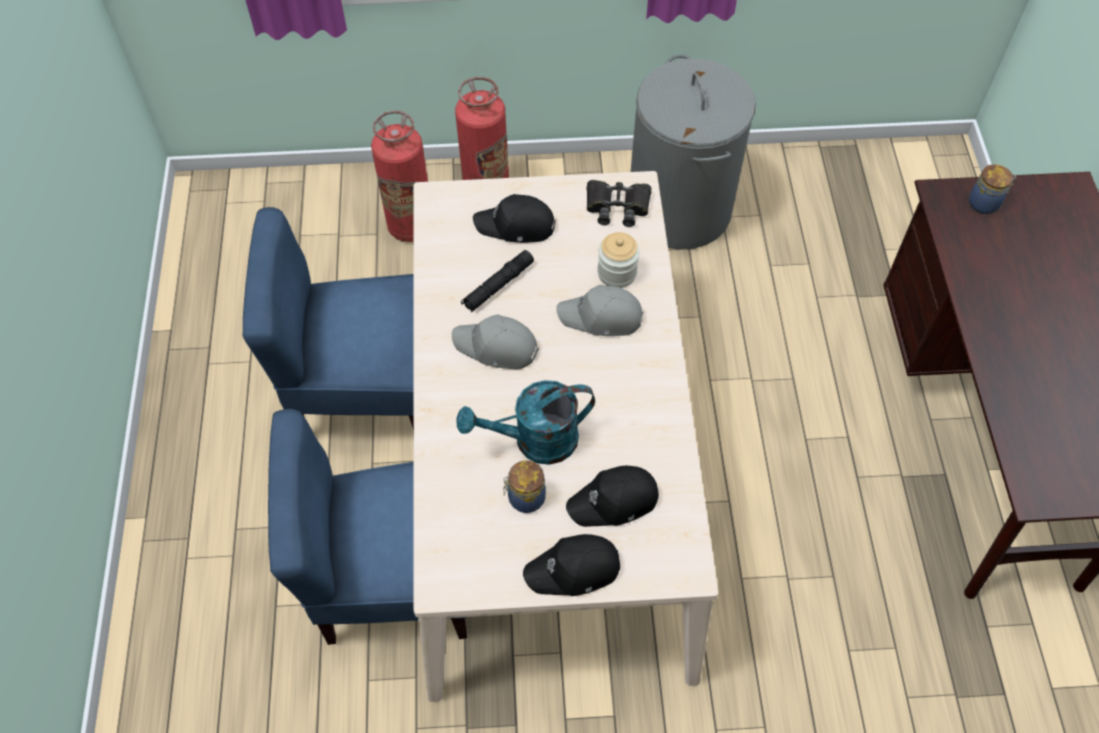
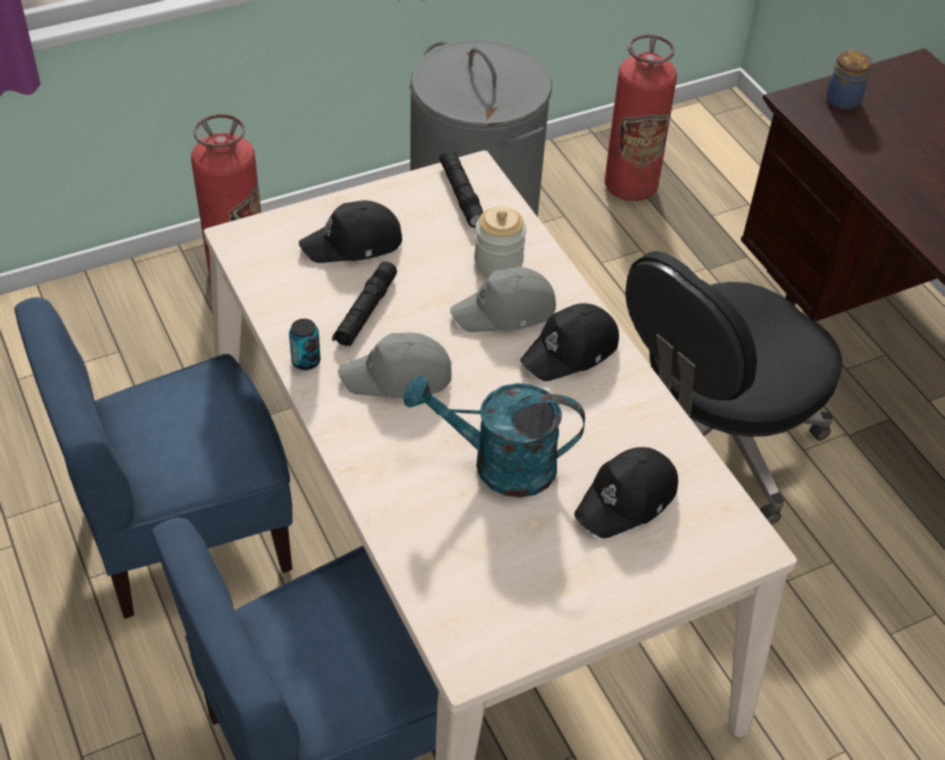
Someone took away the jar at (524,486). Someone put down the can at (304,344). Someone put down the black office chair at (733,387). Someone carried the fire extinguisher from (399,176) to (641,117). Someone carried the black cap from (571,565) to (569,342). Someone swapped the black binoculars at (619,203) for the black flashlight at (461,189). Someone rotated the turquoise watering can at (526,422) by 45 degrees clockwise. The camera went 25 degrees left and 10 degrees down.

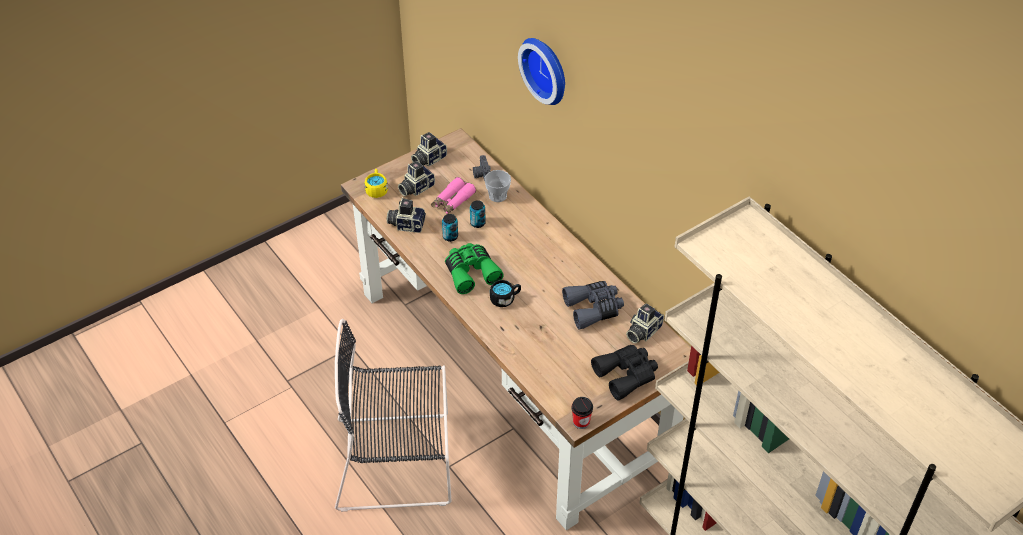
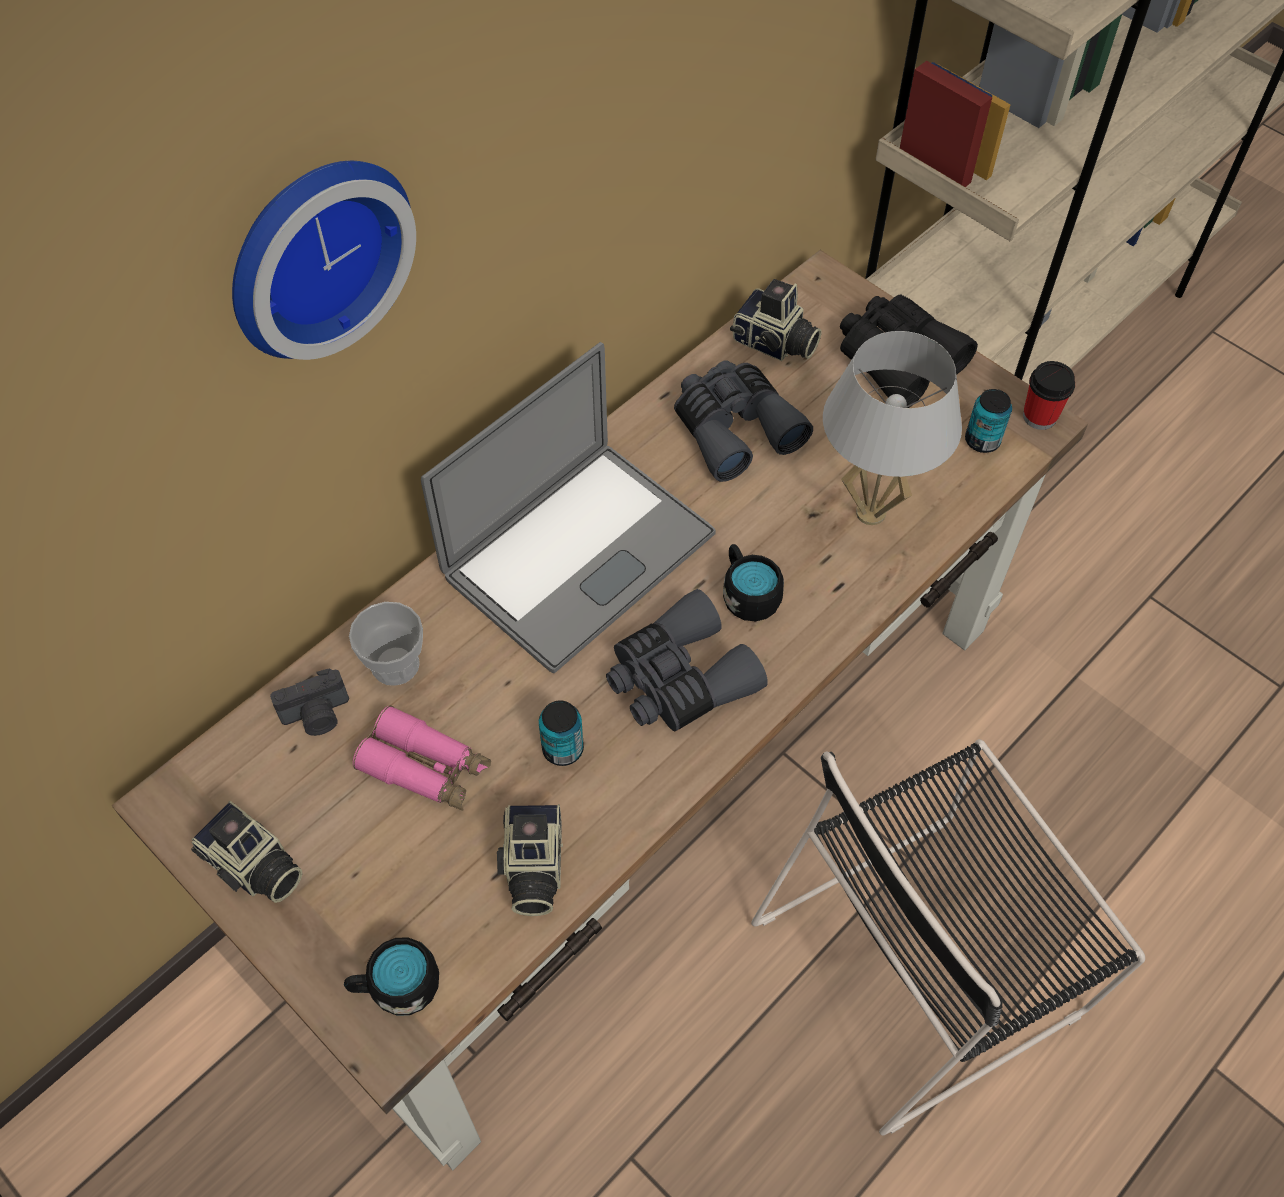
Someone took away the photo camera at (416,178). Someone put down the laptop at (568,507). Someone put down the white table lamp at (892,428). Someone carried the can from (478,214) to (988,421). Someone repainted the yellow mug at (376,183), which became the black mug at (391,976). Someone repainted the green binoculars at (474,268), which became the grey binoculars at (687,660). Someone rotated the black chair at (393,415) by 75 degrees clockwise. The camera went 100 degrees left and 10 degrees up.

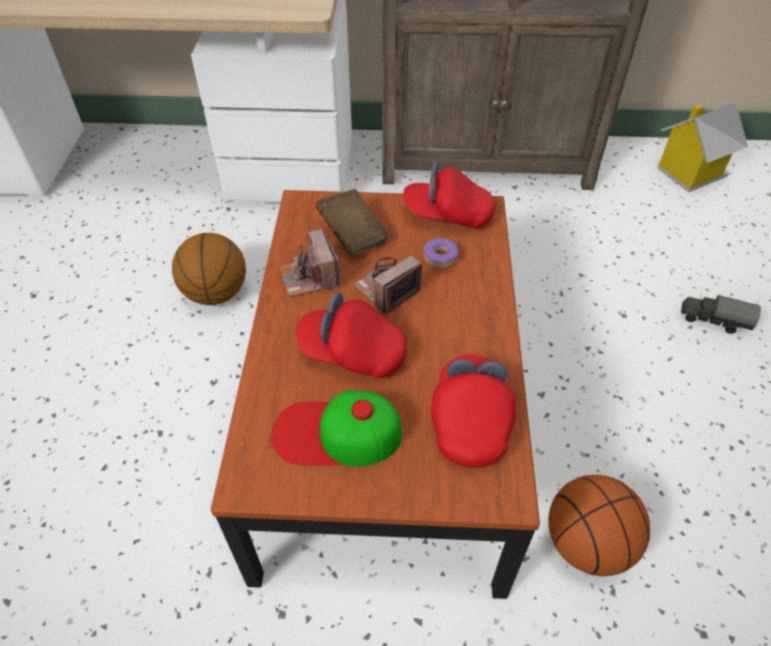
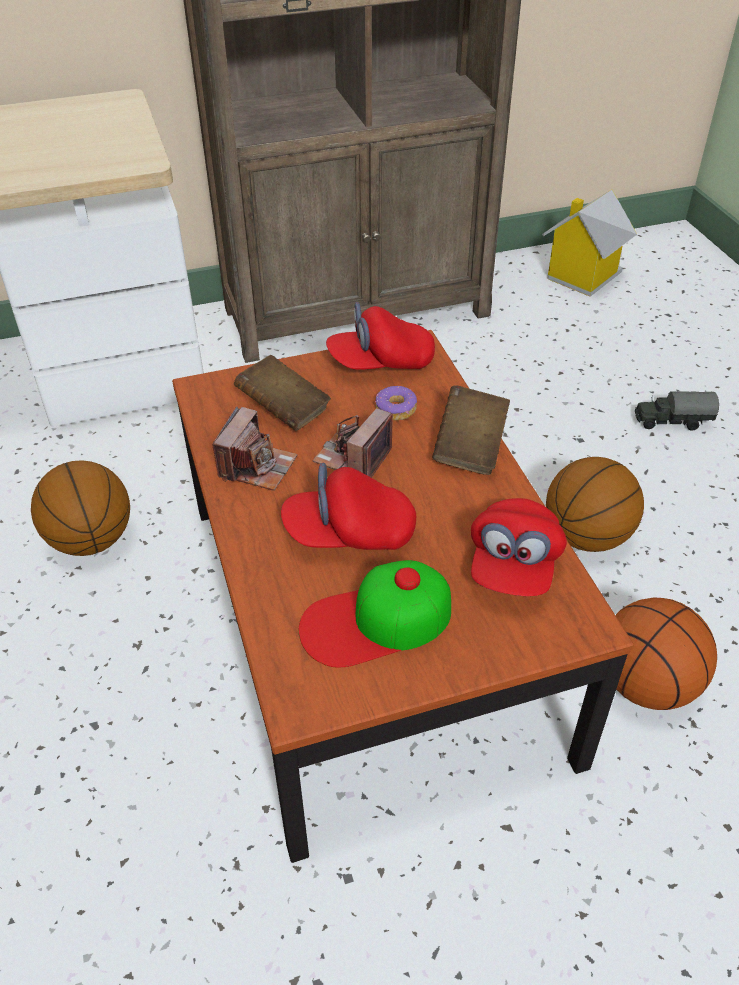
Someone put down the brown book at (471,430). Someone put down the basketball at (595,504). Someone rotated the photo camera at (310,263) by 120 degrees counterclockwise. Someone rotated the red cap at (474,411) by 150 degrees counterclockwise. The camera went 20 degrees left and 5 degrees down.

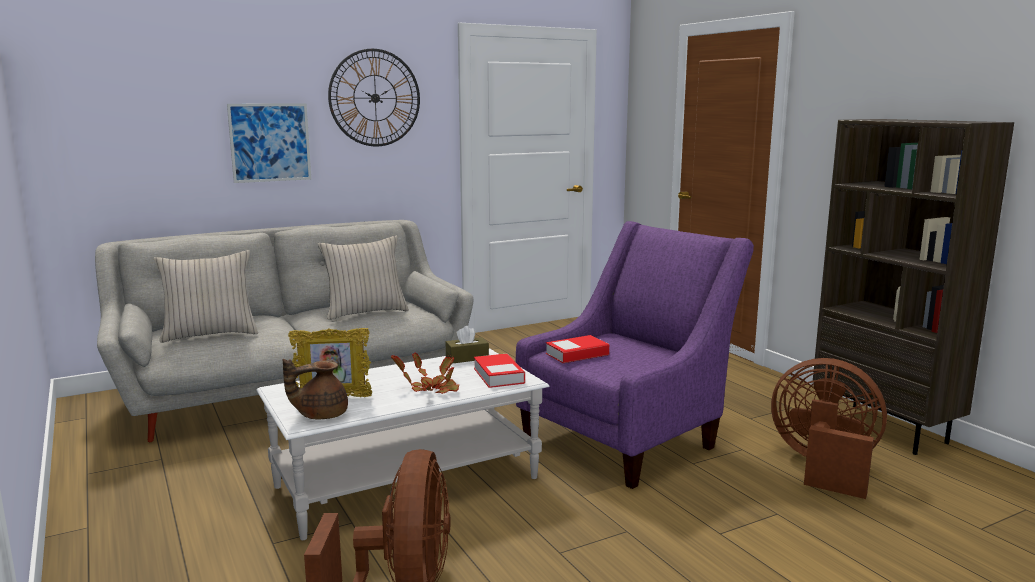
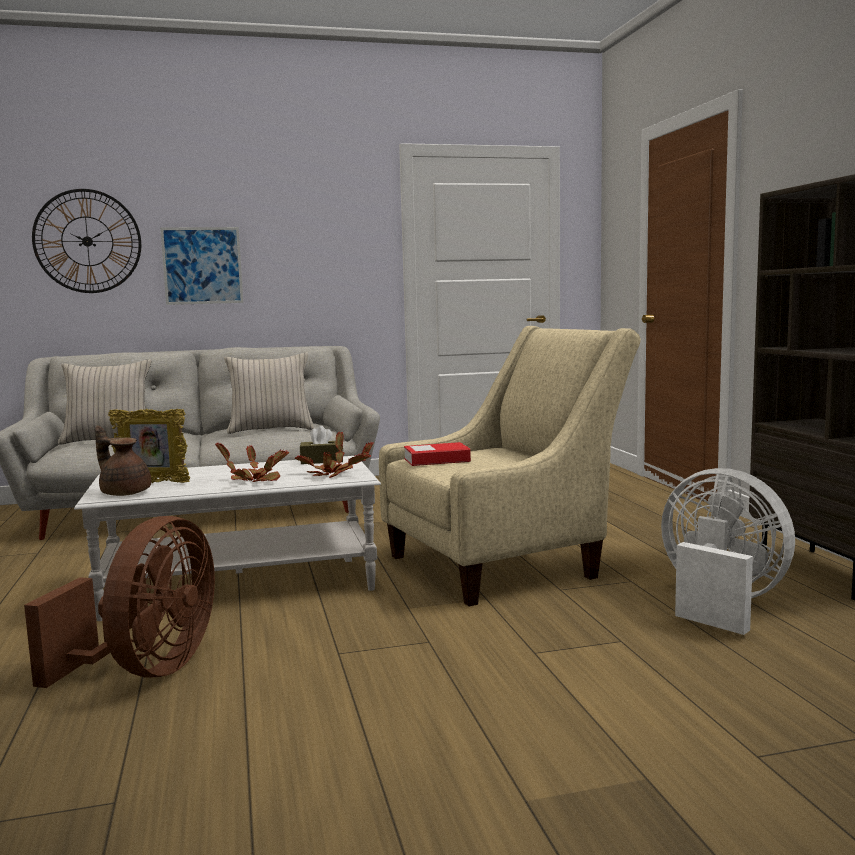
Someone carried the wall clock from (374,97) to (86,241). Someone swapped the book at (499,370) for the potted plant at (334,454). Someone repainted the purple armchair at (635,355), which became the beige armchair at (510,466). Someone repainted the brown fan at (829,428), which became the white fan at (728,551). Someone rotated the brown teapot at (315,389) by 45 degrees clockwise. The camera went 15 degrees right and 5 degrees down.

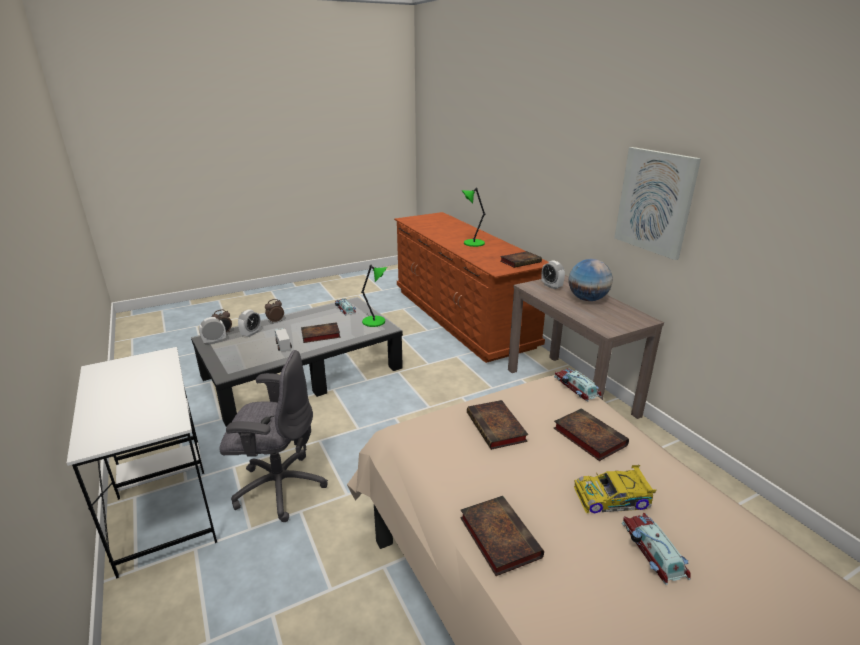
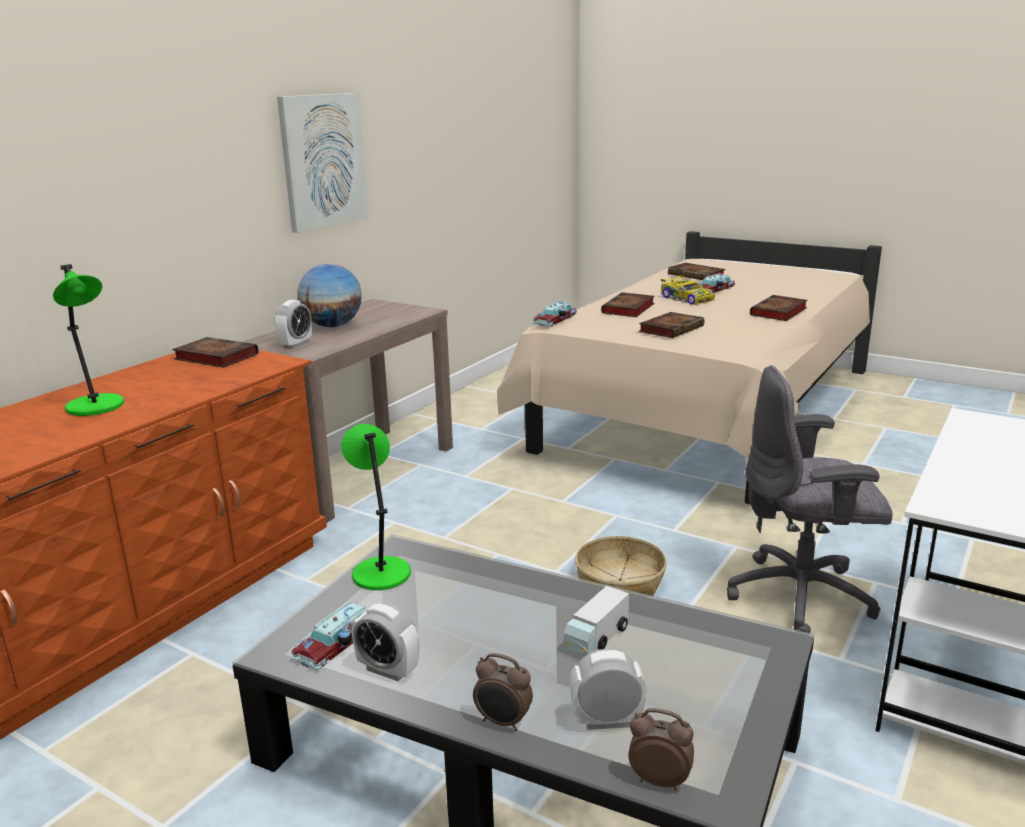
Someone put down the basket at (621,566). Someone carried the alarm clock from (212,331) to (385,642). Someone carried the book from (320,332) to (697,271). Someone rotated the grey office chair at (273,436) by 60 degrees counterclockwise. The camera went 120 degrees left and 5 degrees down.

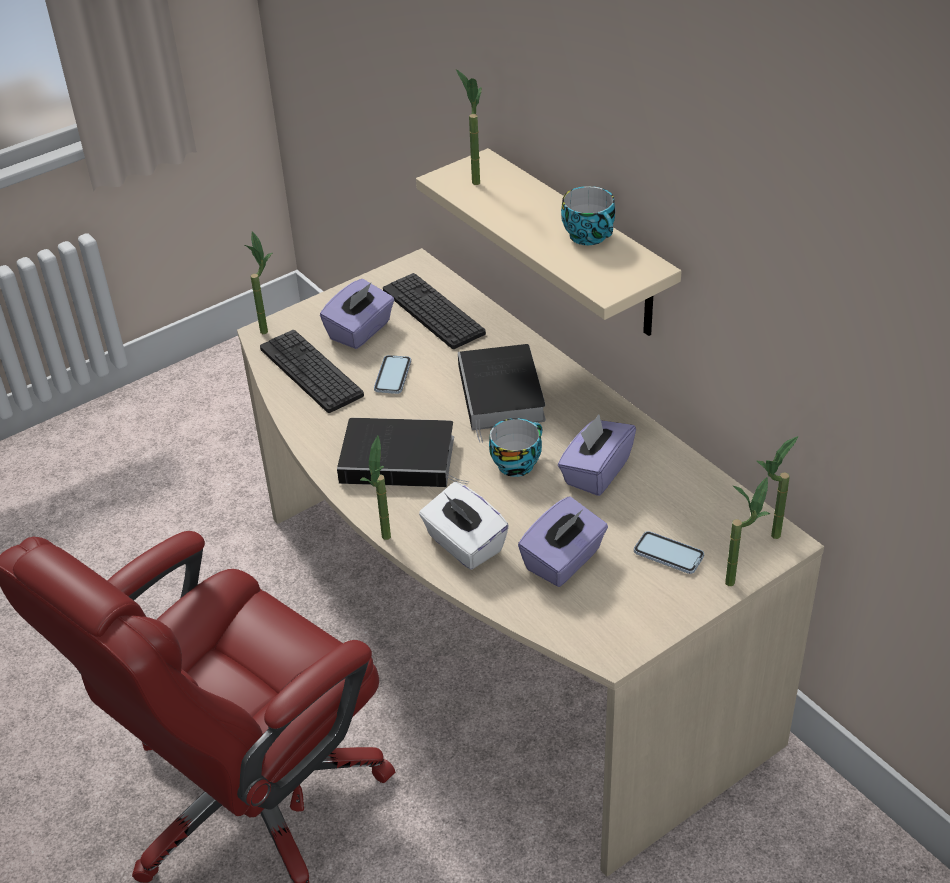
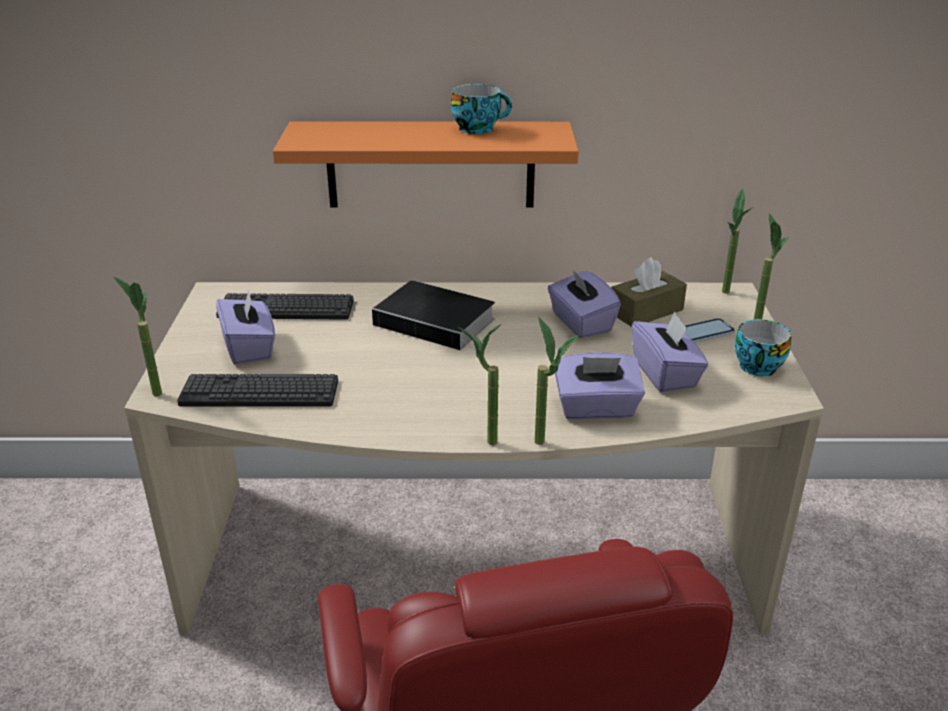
Someone took away the book at (403,452). Someone took away the phone at (392,374). Someone put down the brown tissue box at (649,292). Someone carried the potted plant from (469,127) to (480,384). Someone carried the cup from (515,447) to (763,347). Someone repainted the beige shelf at (548,242), which became the orange shelf at (426,165). Someone repainted the white tissue box at (464,526), which became the purple tissue box at (600,386). The camera went 55 degrees left and 10 degrees down.

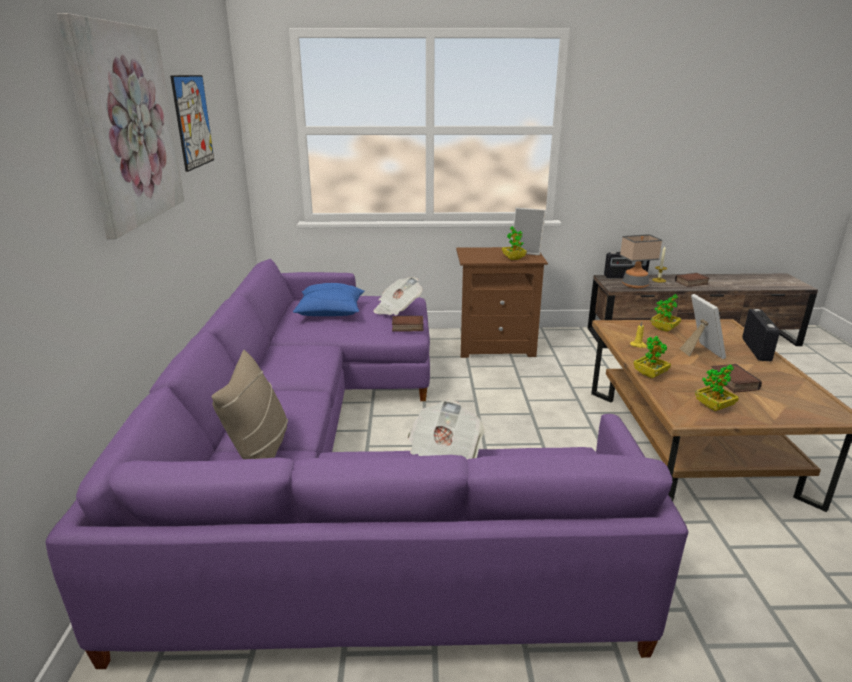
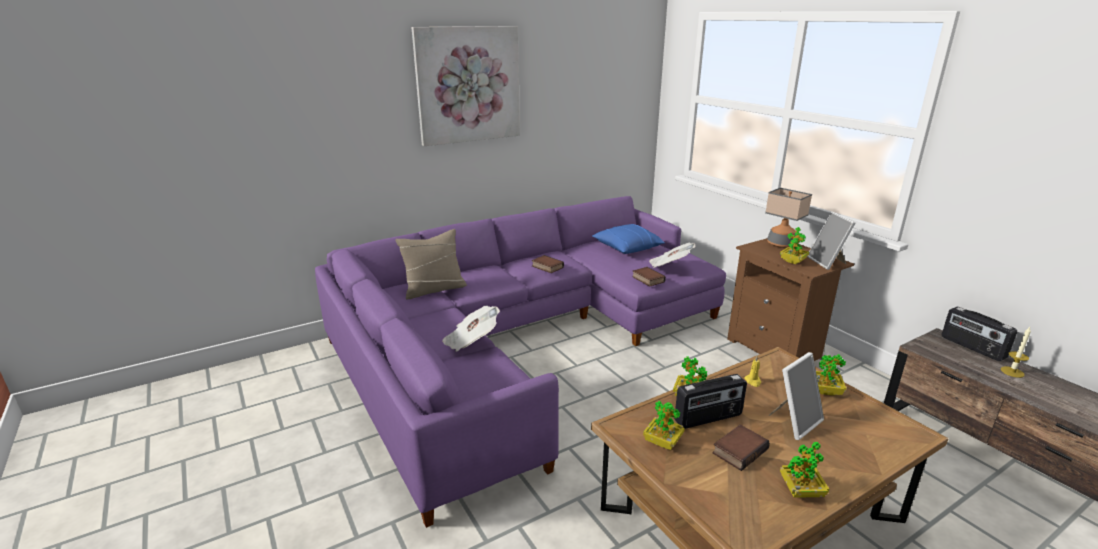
Someone took away the picture at (192,123). Someone put down the potted plant at (804,470). Someone carried the table lamp from (641,261) to (788,218). Someone carried the book from (692,280) to (548,264). Someone carried the radio from (761,335) to (710,401). The camera went 60 degrees right and 0 degrees up.

